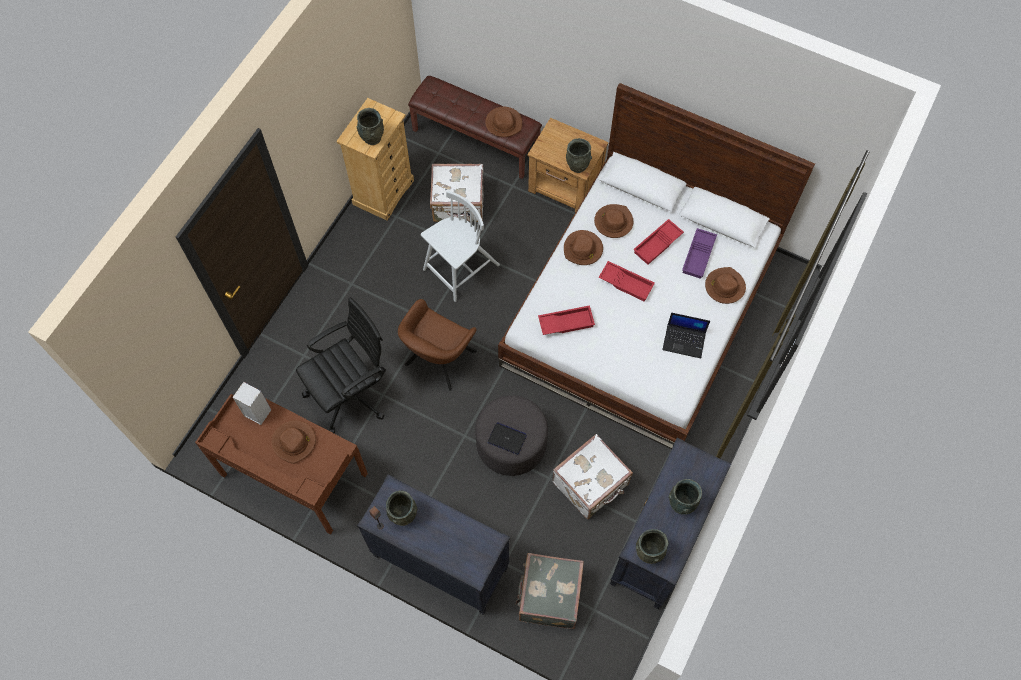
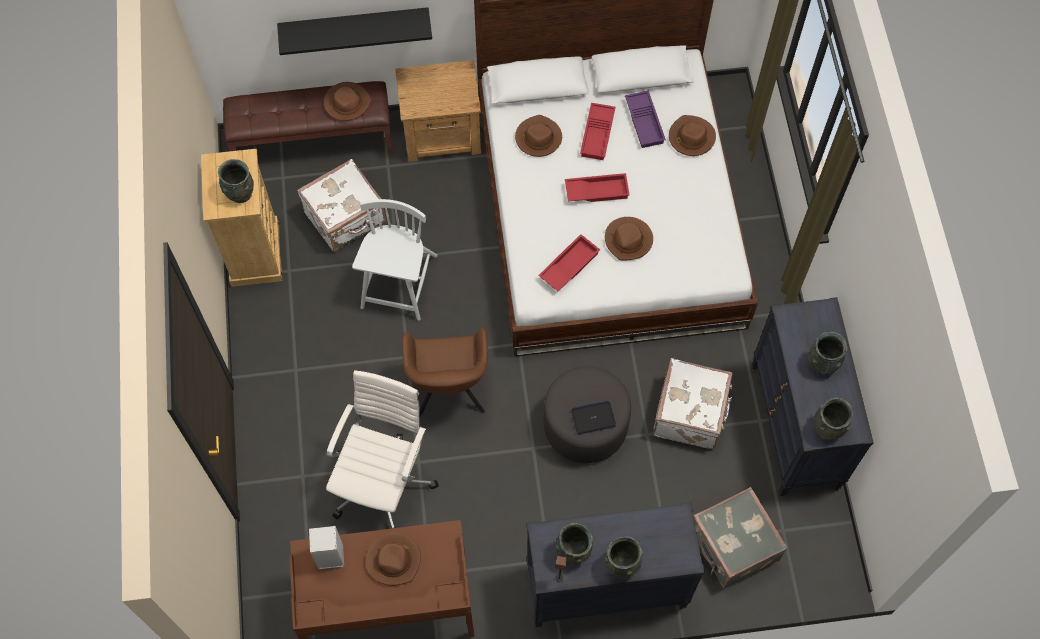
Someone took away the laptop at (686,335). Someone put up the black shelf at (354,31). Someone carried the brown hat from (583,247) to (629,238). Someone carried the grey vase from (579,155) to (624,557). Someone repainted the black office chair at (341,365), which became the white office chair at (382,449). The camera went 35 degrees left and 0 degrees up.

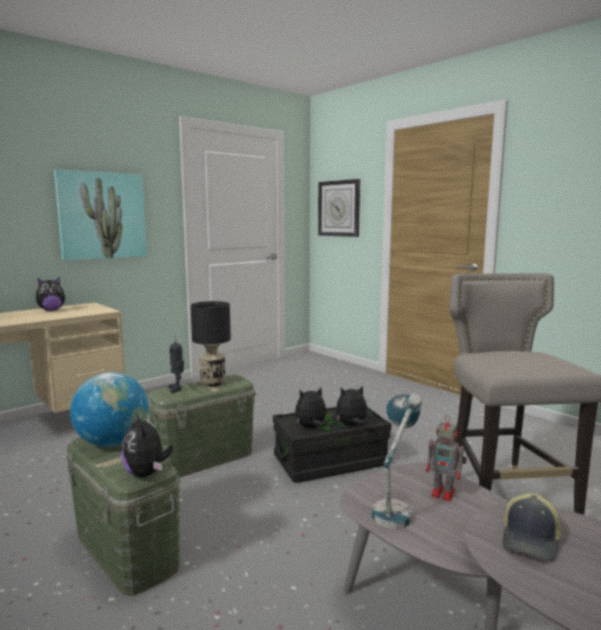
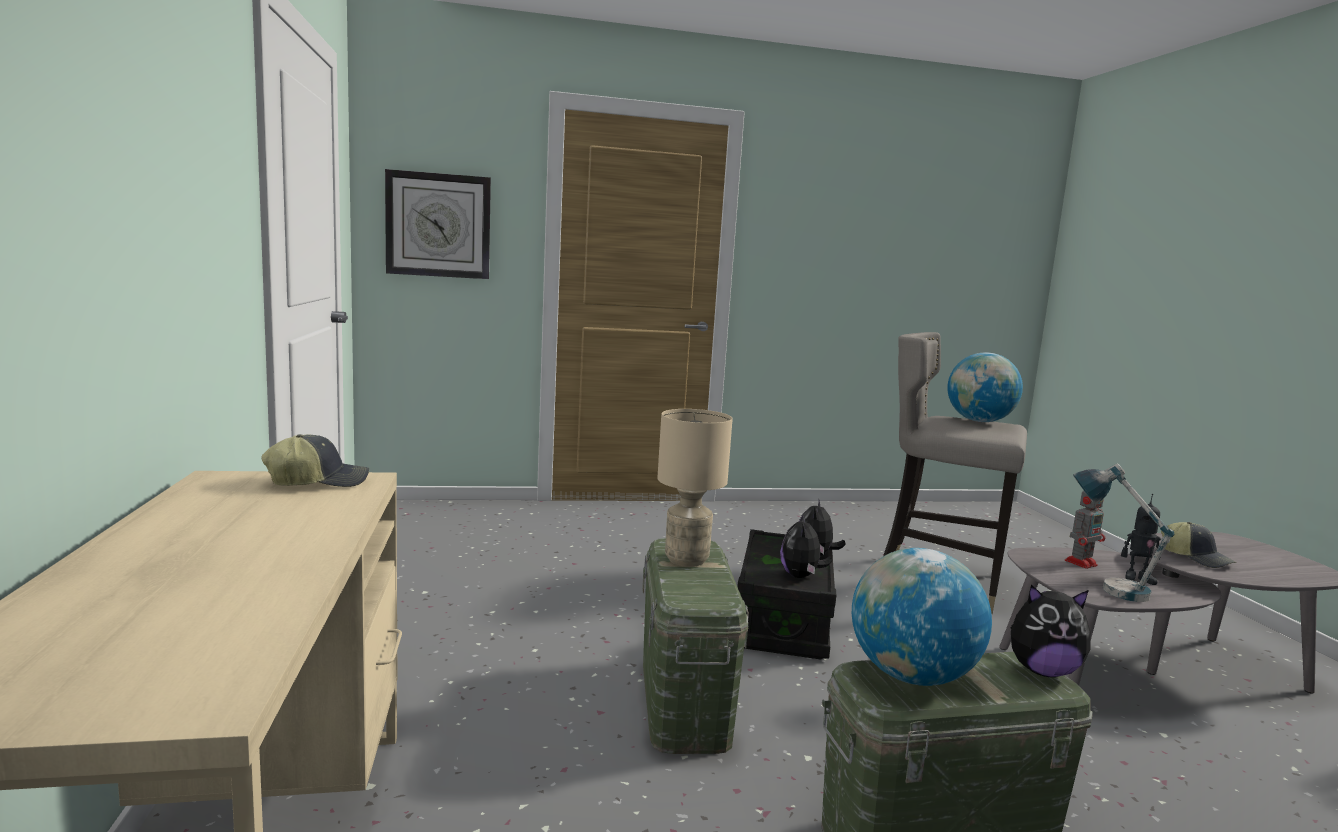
Someone took away the plush toy at (51,294). Someone took away the picture at (100,215). Someone put down the cap at (315,460). Someone put down the globe at (985,387). Someone carried the toy robot from (176,364) to (1141,539). Someone repainted the black table lamp at (211,344), which became the beige table lamp at (694,488). The camera went 60 degrees left and 0 degrees up.

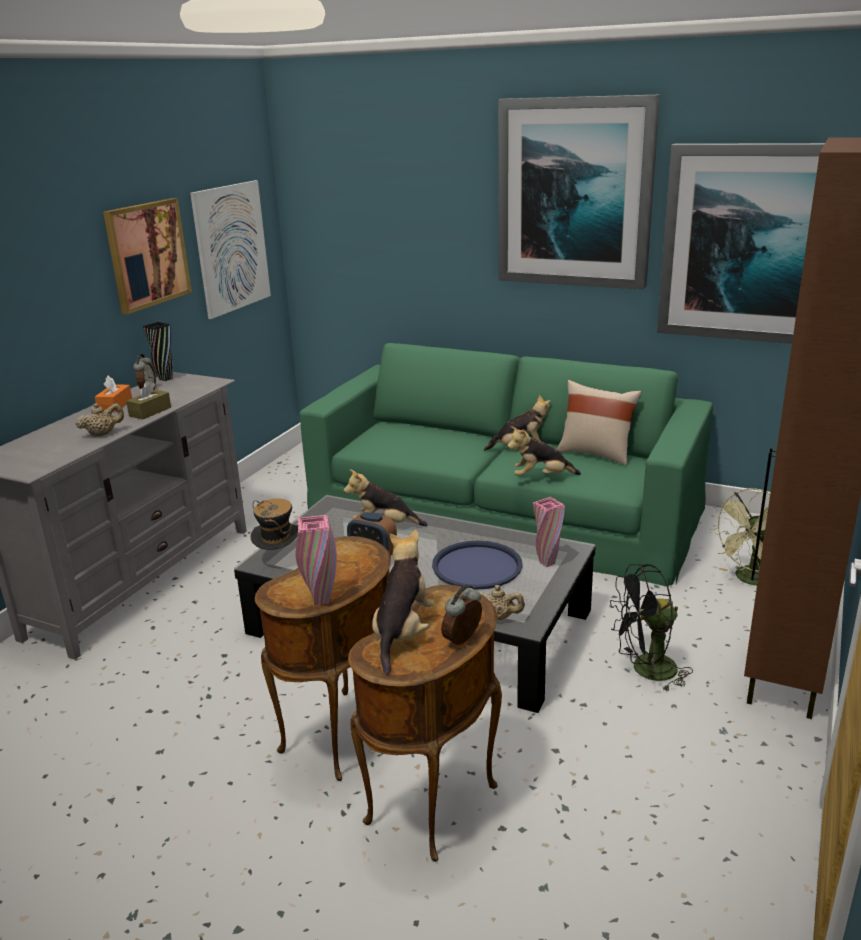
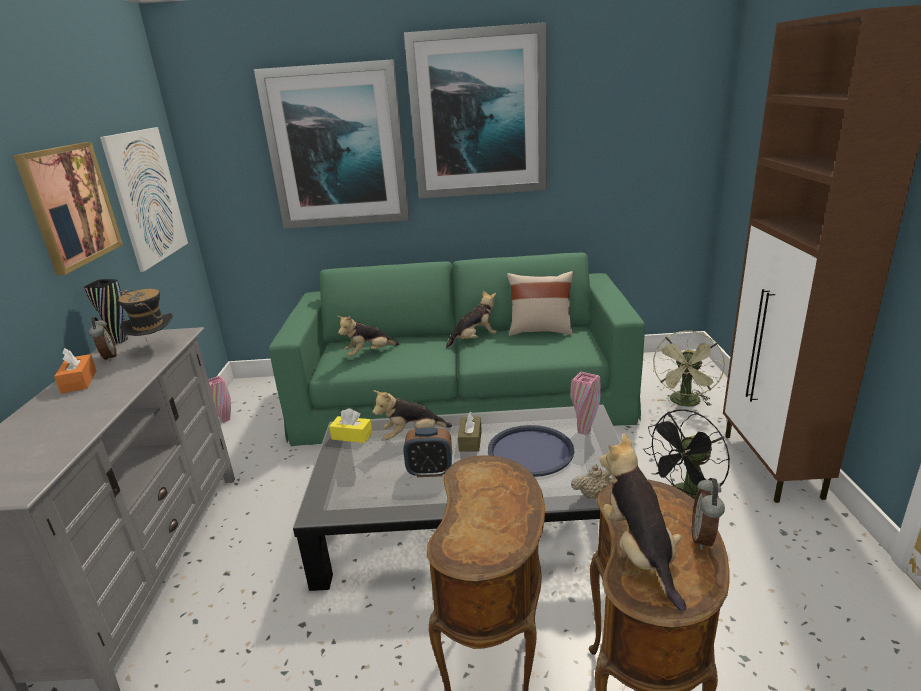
Someone took away the beige teapot at (99,420). Someone put down the yellow tissue box at (350,425). Someone carried the brown tissue box from (148,400) to (470,431). Someone carried the hat from (274,524) to (144,315). Someone carried the pink vase from (316,560) to (219,399). Someone carried the plush toy from (544,451) to (368,336). Someone carried the picture from (741,243) to (332,144). The camera went 25 degrees left and 0 degrees up.

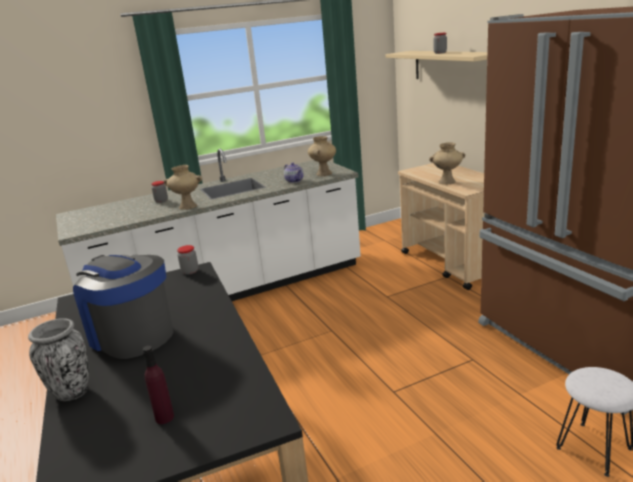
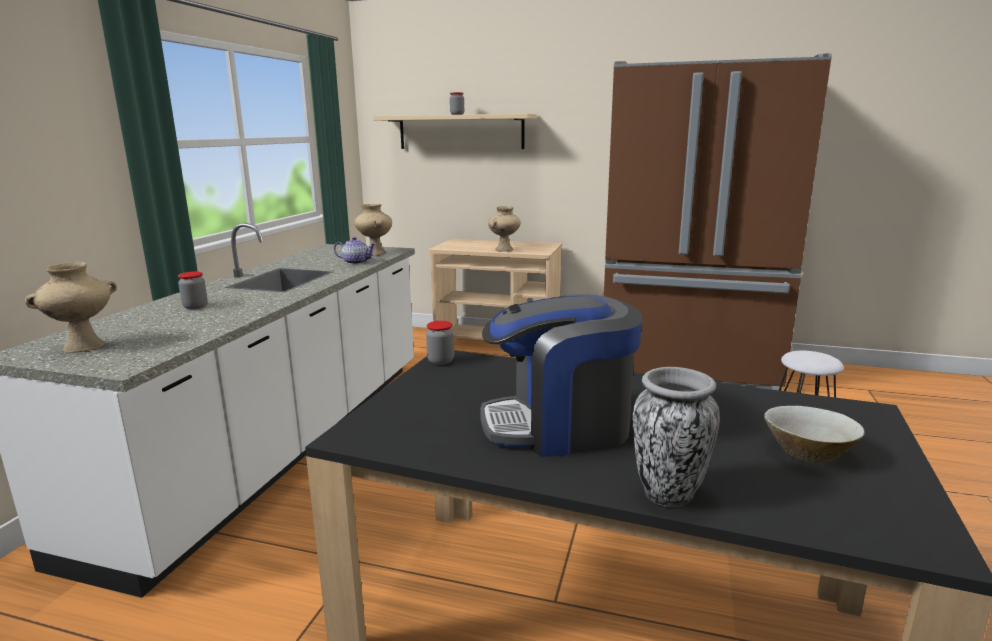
Someone carried the beige vase from (183,187) to (71,307). Someone swapped the purple bottle at (158,385) for the beige bowl at (814,434). The camera went 50 degrees left and 5 degrees down.

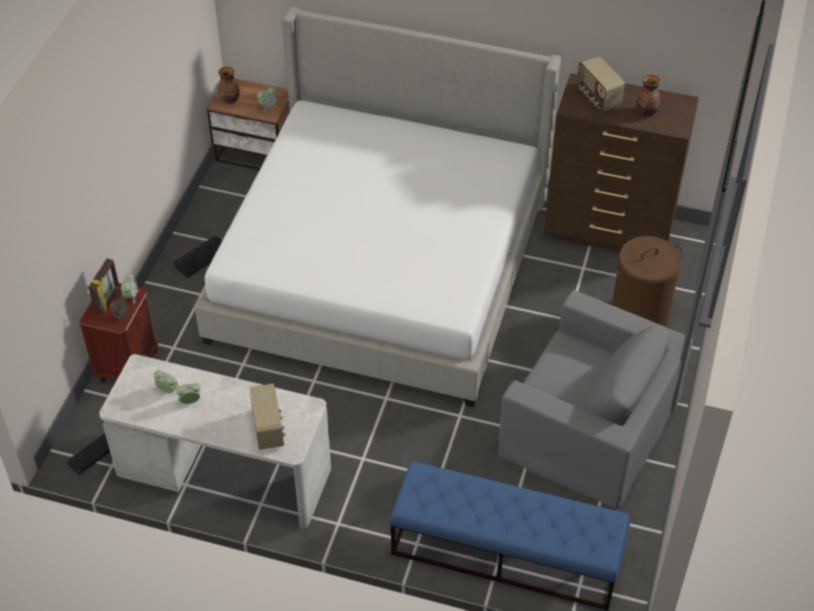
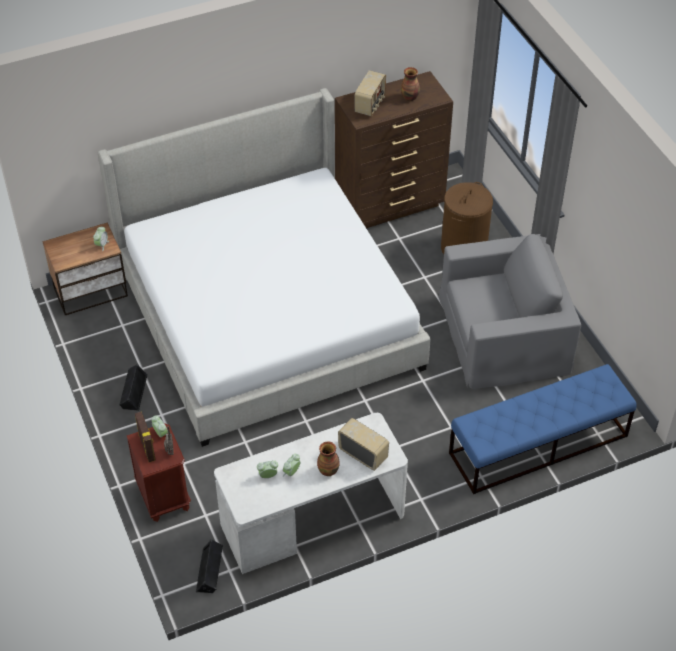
Someone carried the vase from (229,85) to (328,458). Someone rotated the radio at (601,84) by 90 degrees counterclockwise. The camera went 40 degrees left and 0 degrees up.

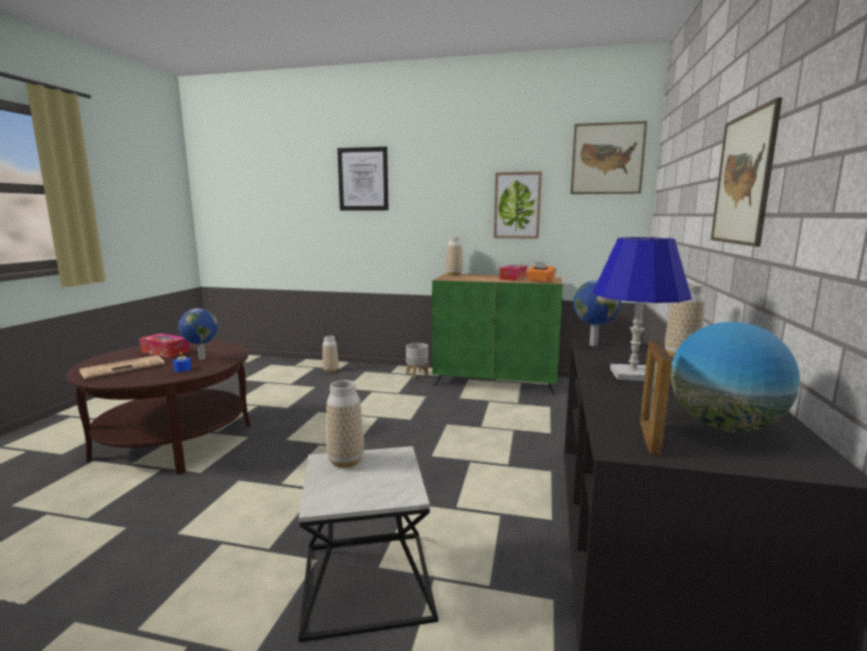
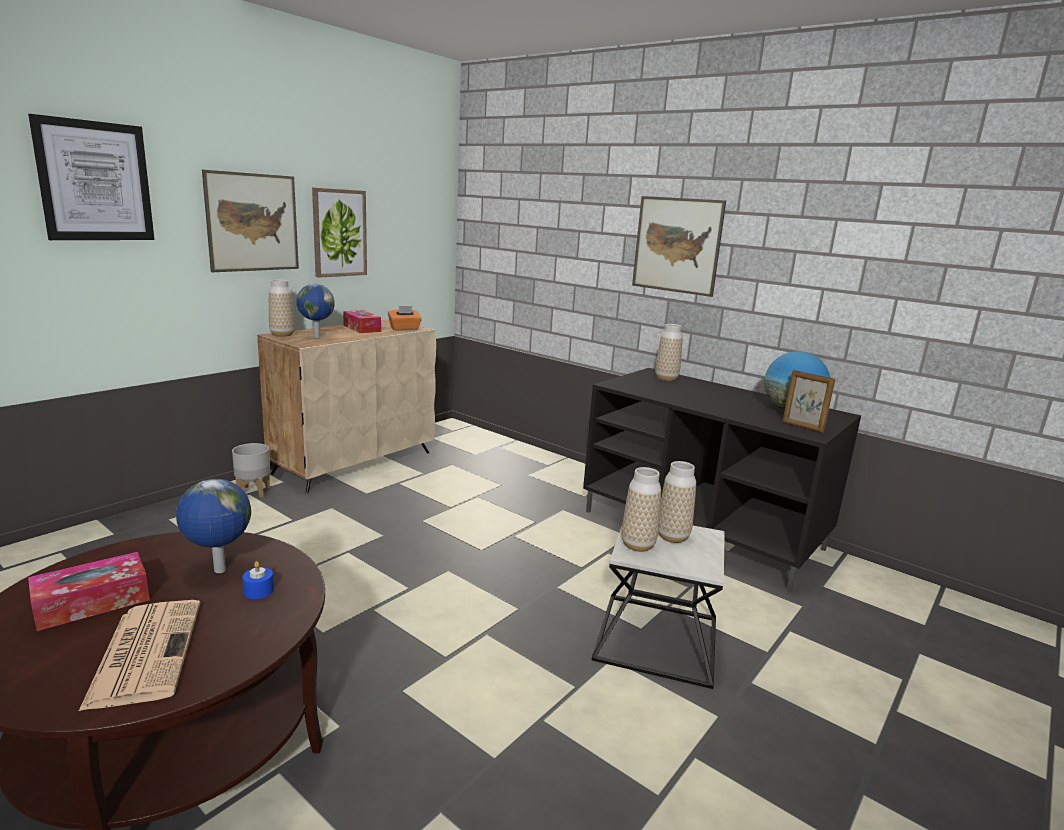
Someone took away the blue table lamp at (642,309). Someone carried the vase from (330,354) to (677,502). Someone carried the picture from (608,157) to (250,221). Someone carried the globe from (597,313) to (316,311). Someone repainted the green cabinet at (497,334), which became the beige cabinet at (346,406). The camera went 65 degrees left and 5 degrees up.

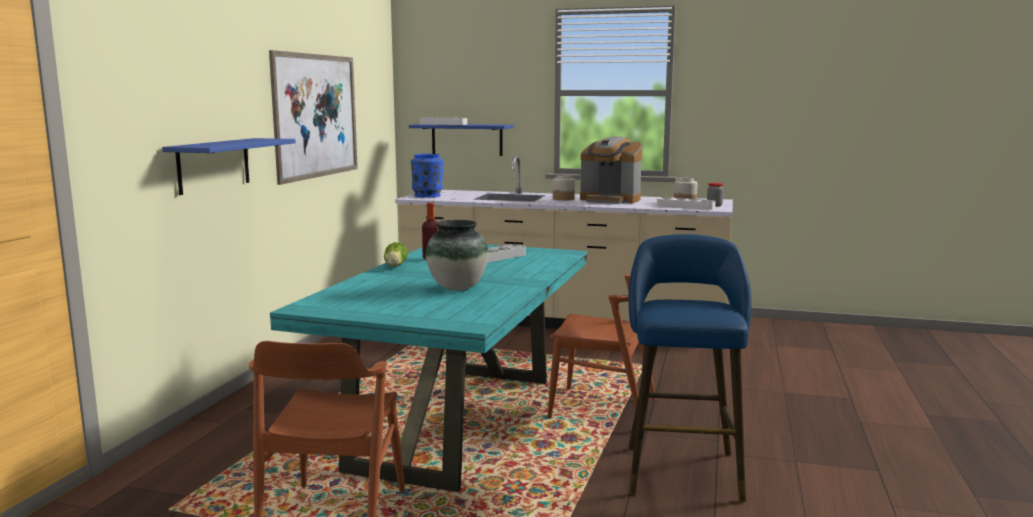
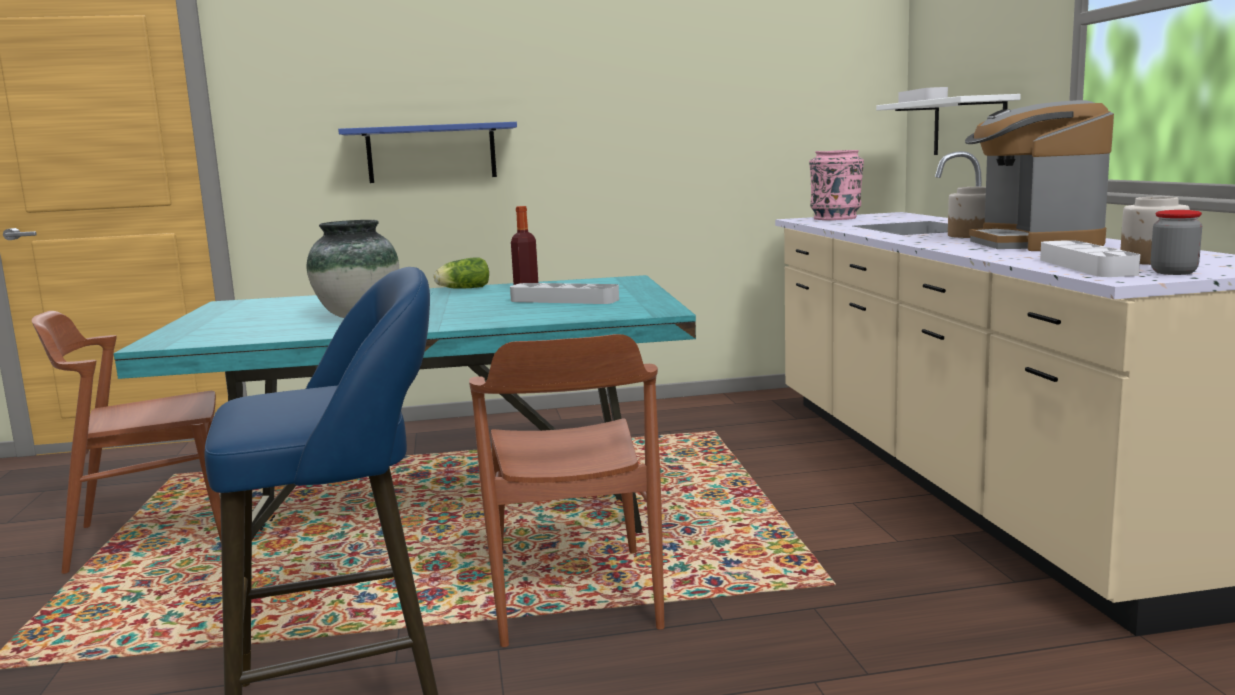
Someone took away the picture at (313,117). Someone repainted the blue shelf at (461,140), which became the white shelf at (948,124). Someone repainted the blue vase at (427,176), which became the pink vase at (836,185). The camera went 65 degrees right and 0 degrees up.

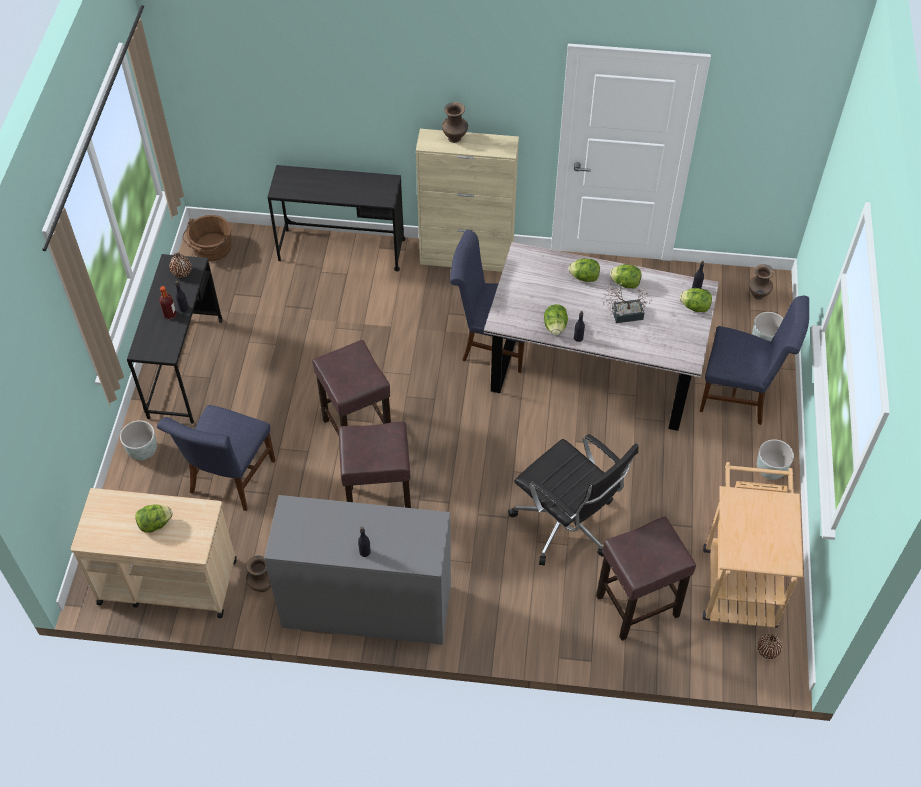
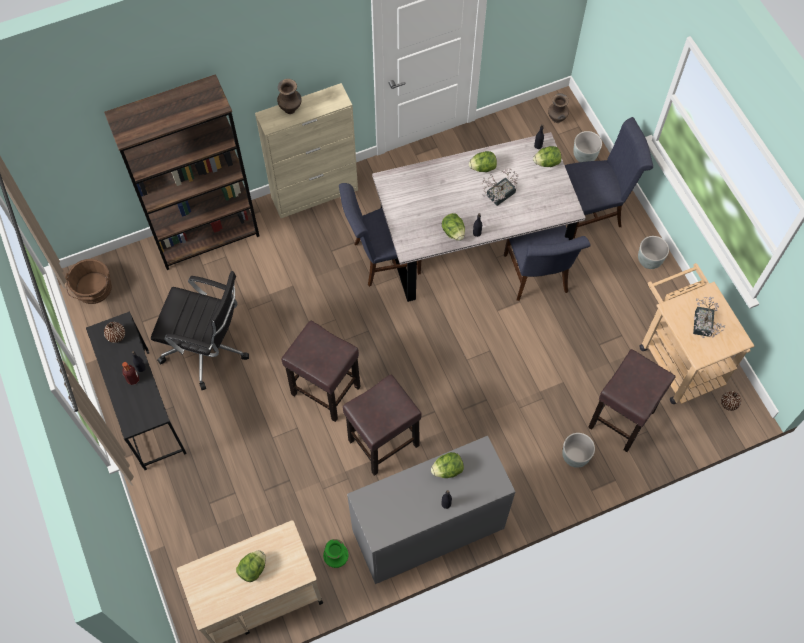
Someone put down the potted plant at (709,317). Someone carried the grey planter from (138,440) to (578,450). Someone carried the blue chair from (216,458) to (547,263). Someone carried the black office chair from (573,499) to (200,330). Someone carried the lettuce from (584,270) to (447,465). Someone swapped the black desk at (336,218) for the brown bookcase at (181,172). Someone repainted the brown vase at (258,574), which became the green vase at (335,553). The camera went 30 degrees left and 10 degrees up.

